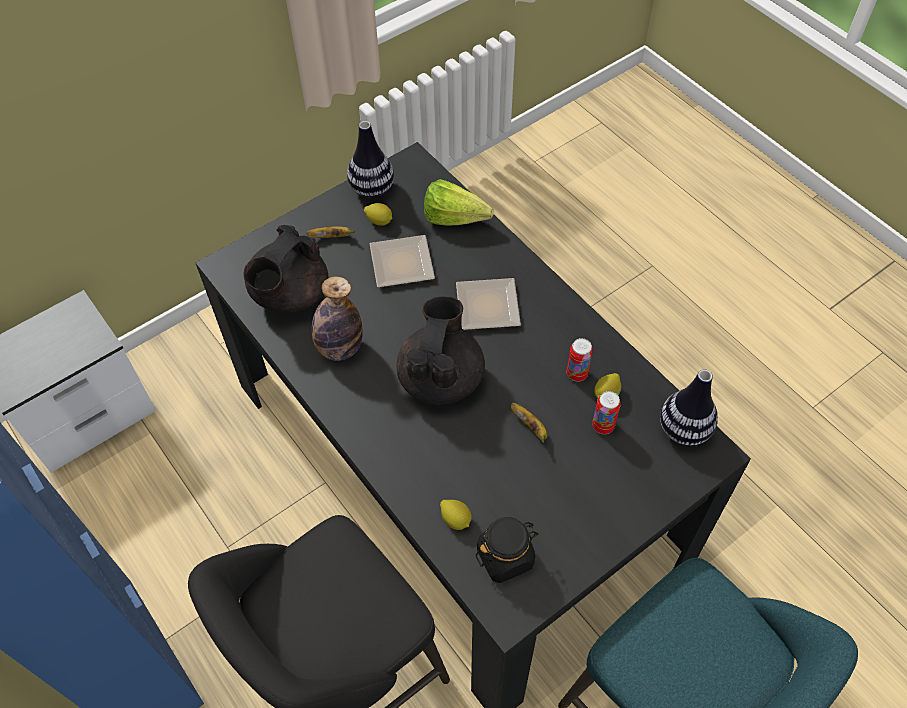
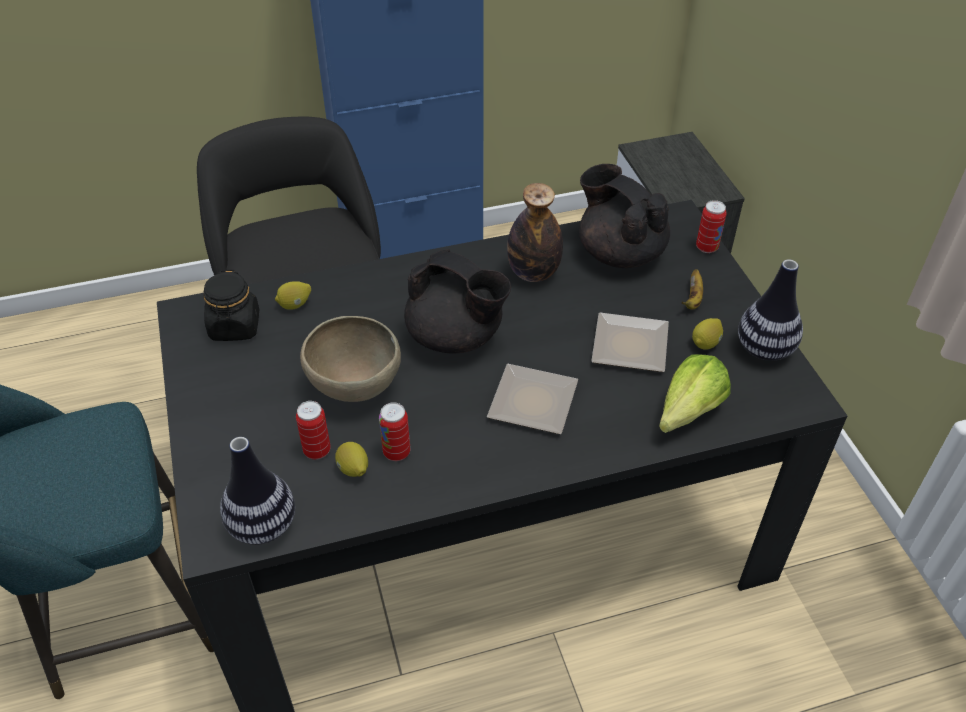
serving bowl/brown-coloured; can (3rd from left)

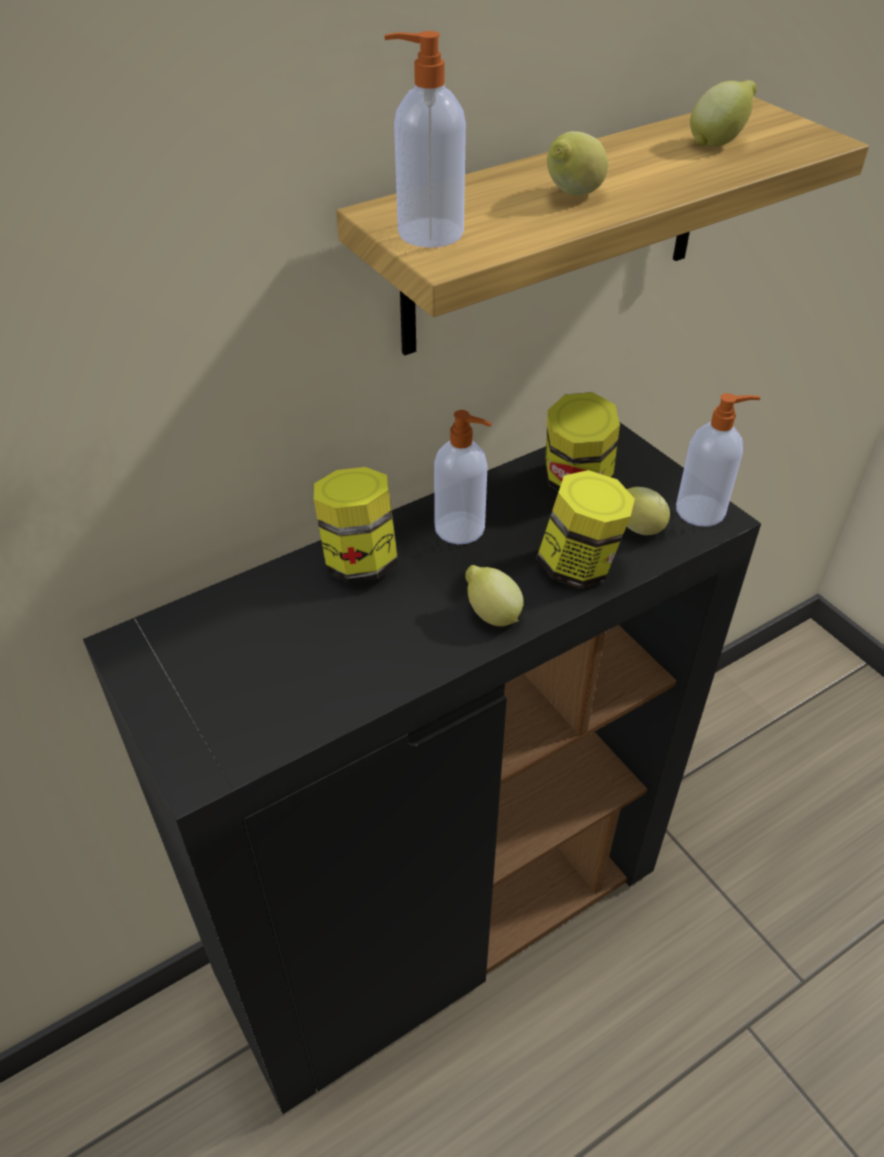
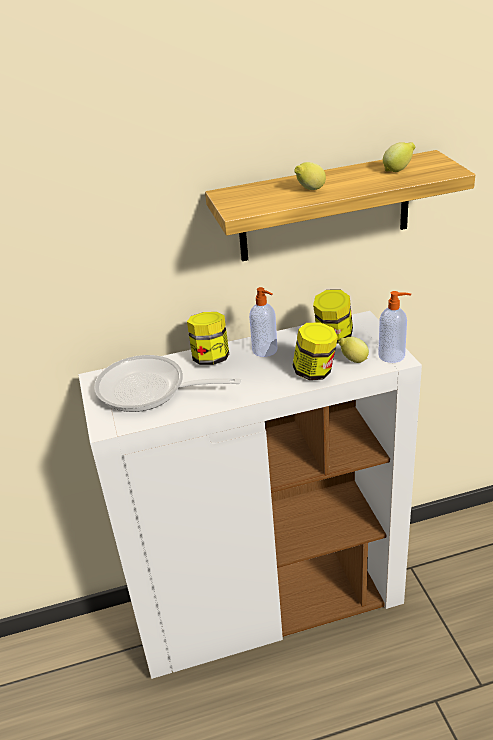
cupboard/whitish; frying pan; soap bottle (1st from left in the first image); lemon (1st from left in the first image)

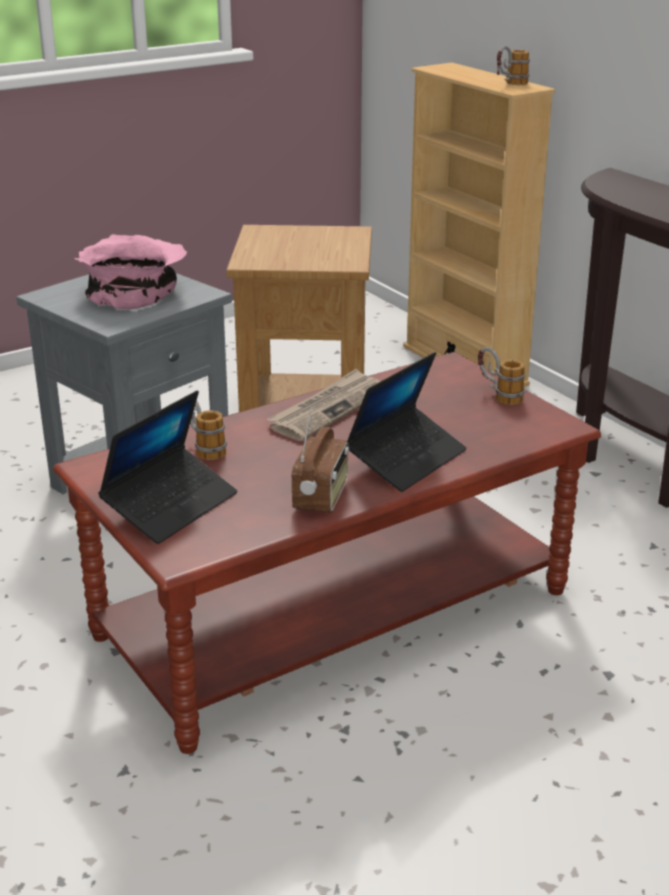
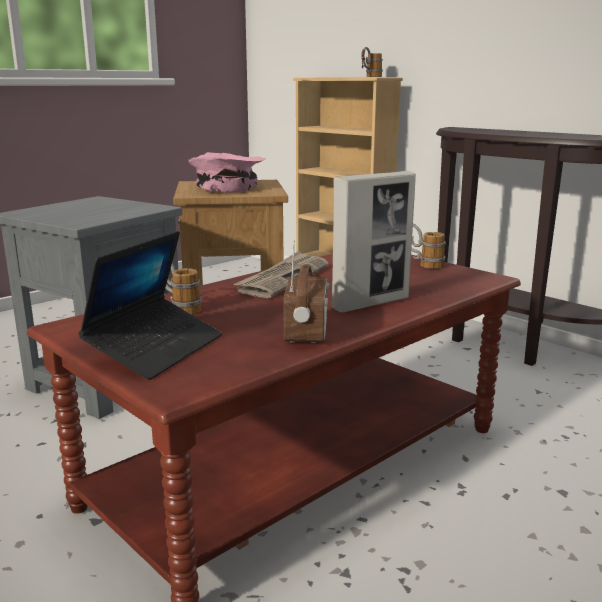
serving bowl/pink-coloured; standing frame

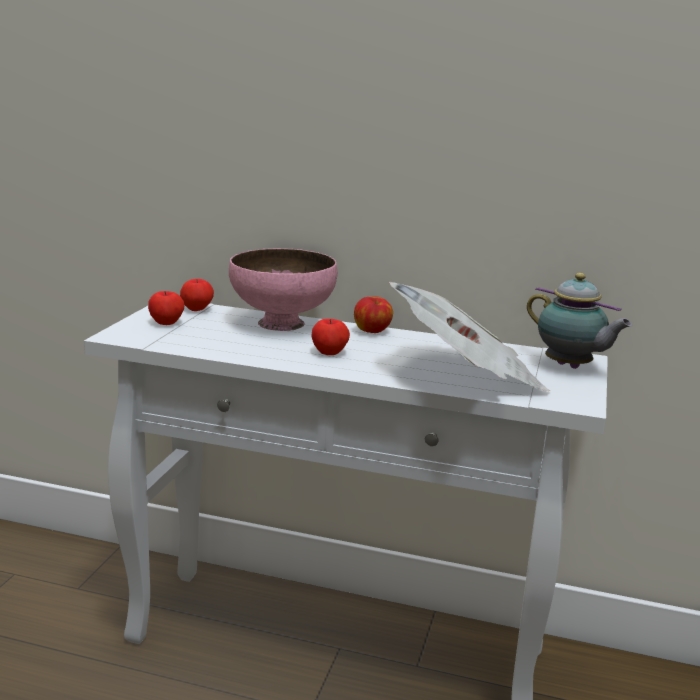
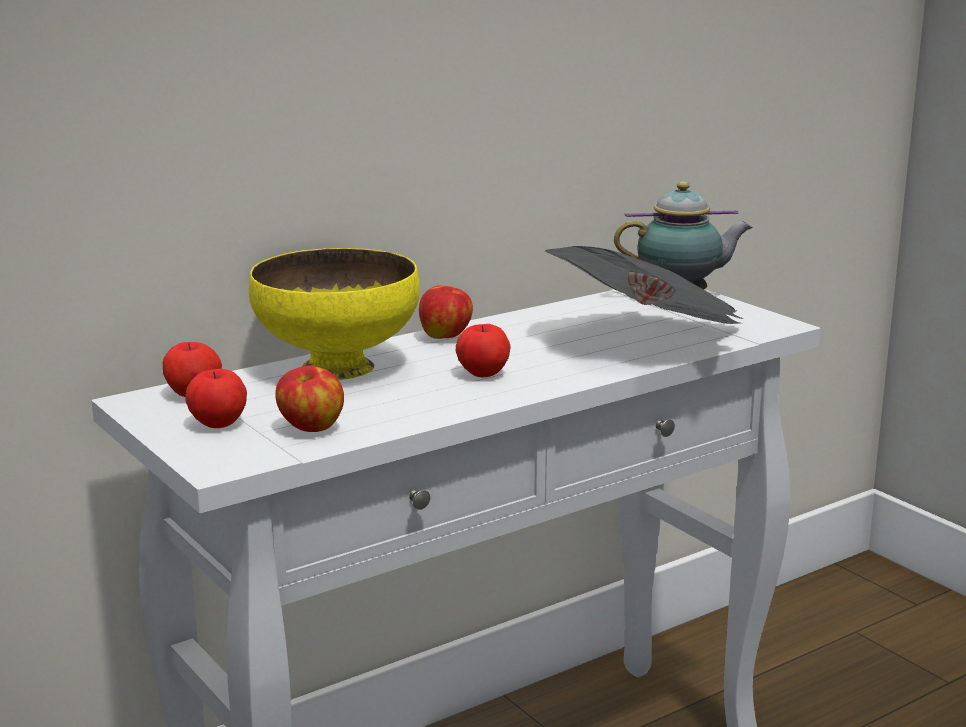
serving bowl/yellow; whole apple (3rd from left)

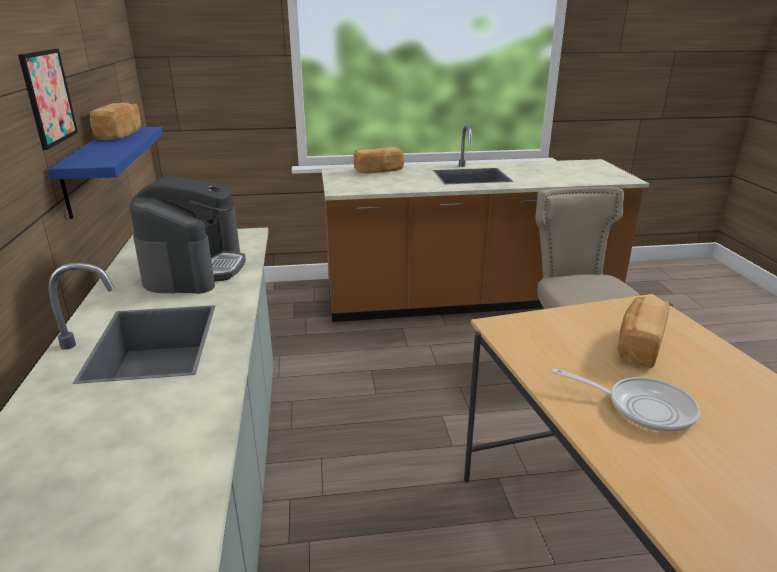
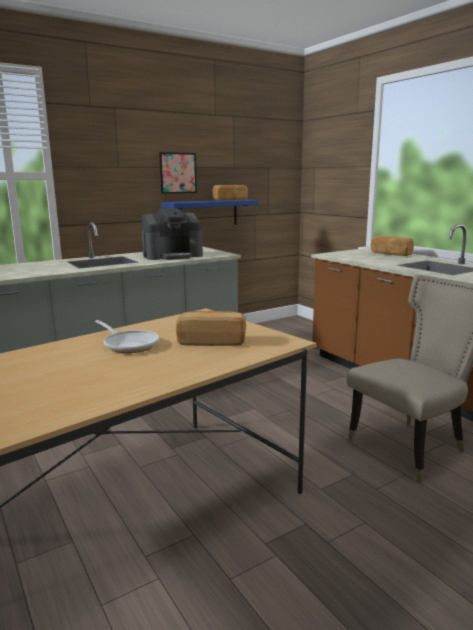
frying pan

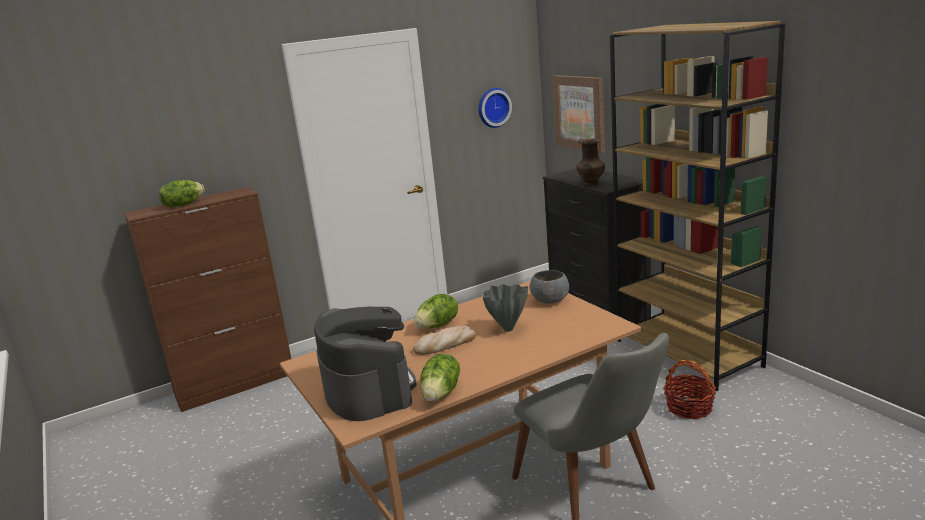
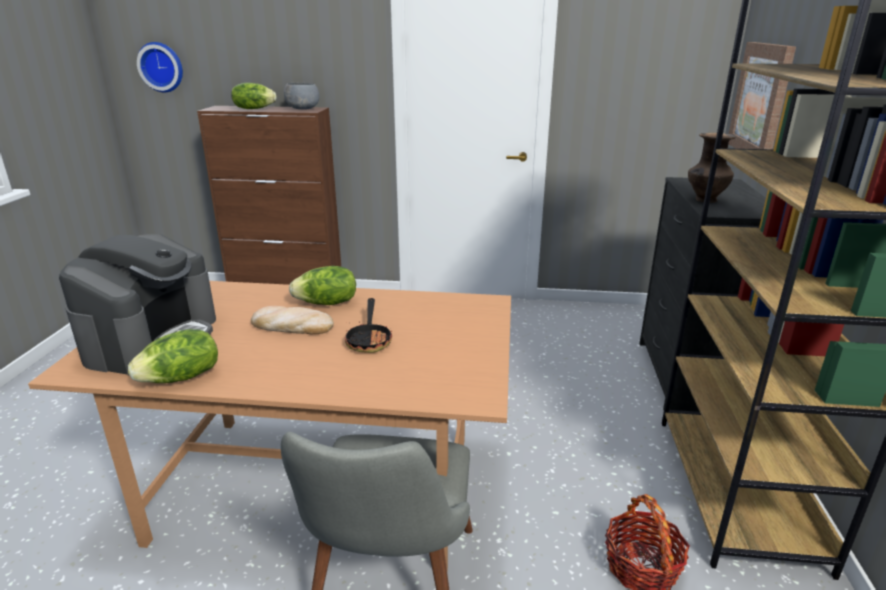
hanging clock; serving bowl/greyish; frying pan

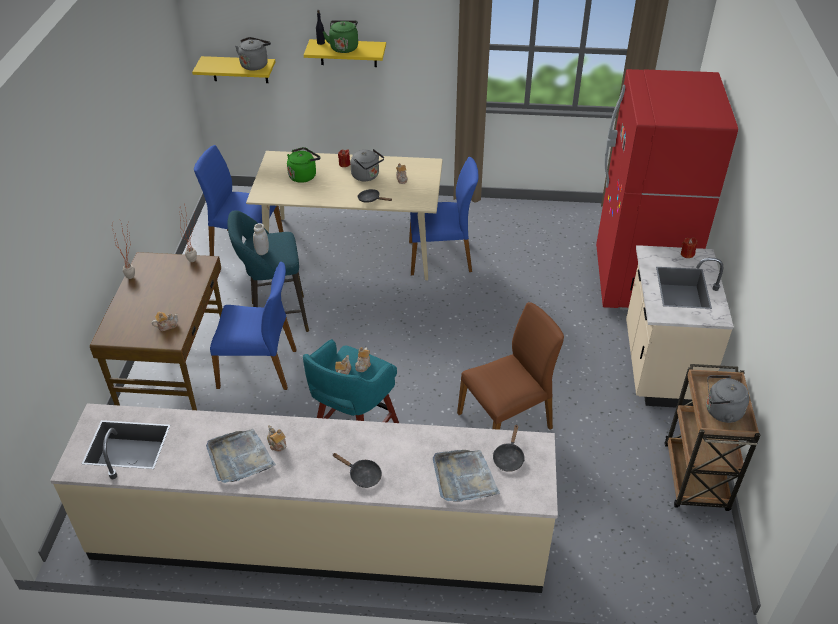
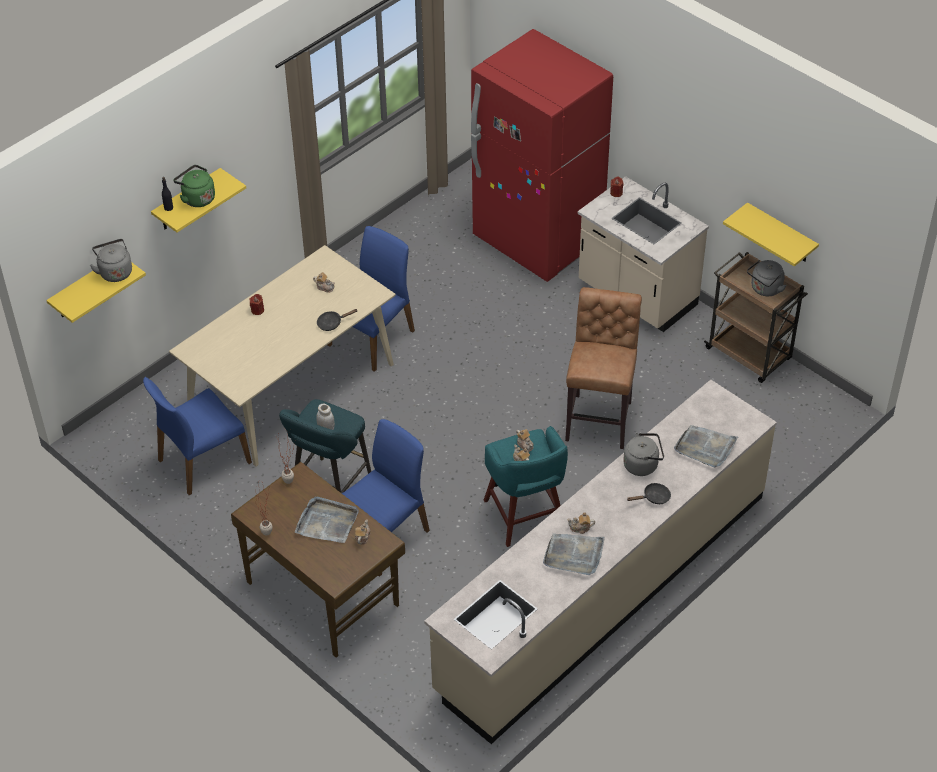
carrying tray/greyish (1st from left); stool/brown-coloured; kettle/greyish (2nd from left); bracket shelf/yellow (3rd from left); kettle/green (1st from left in the first image); frying pan/black (3rd from left in the first image)

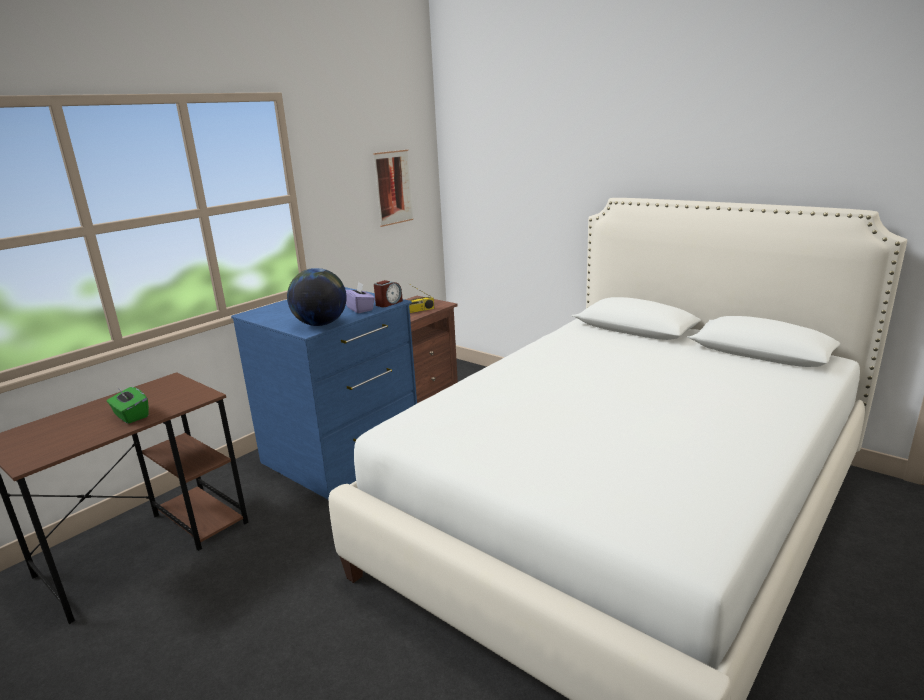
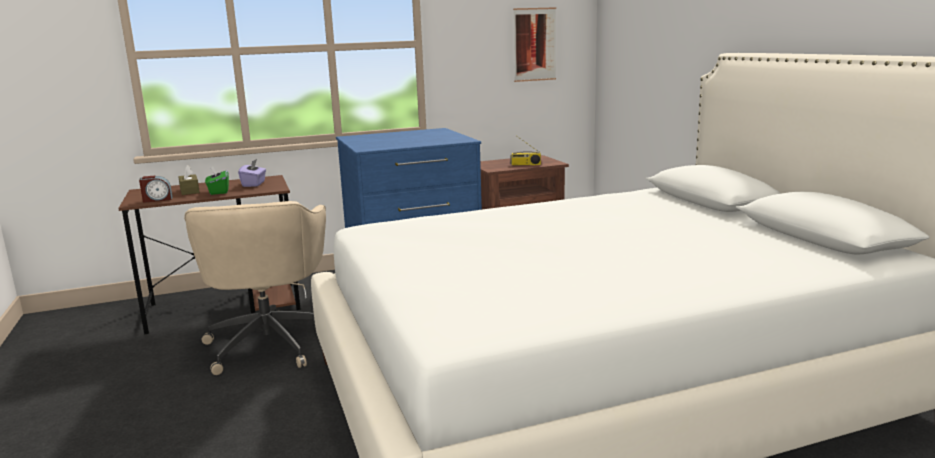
bedside clock; tissue box/brown-coloured; computer chair/sand-coloured; tissue box/purple-coloured; world globe

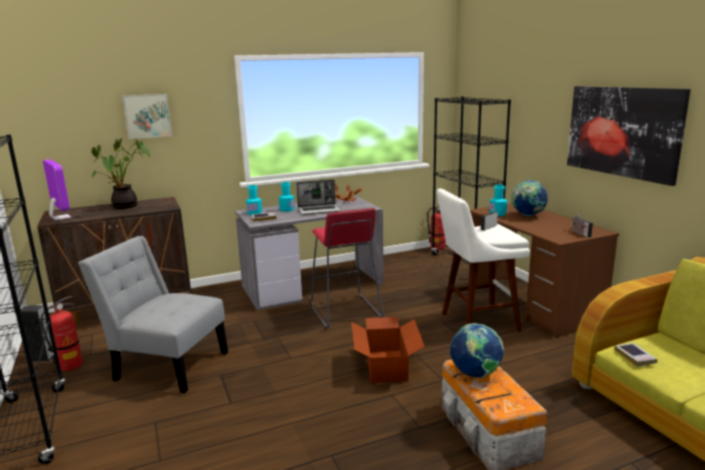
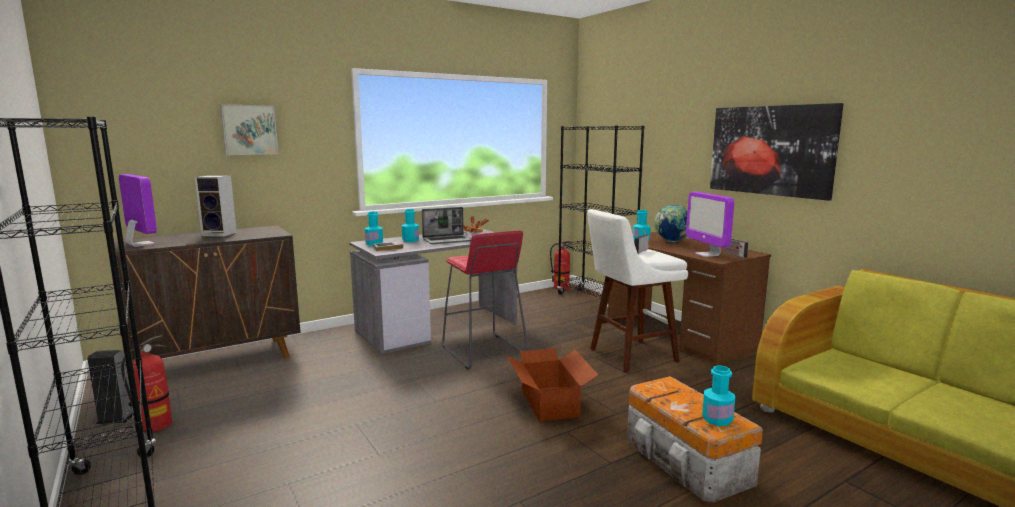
audio speaker (2nd from left); computer screen (2nd from left); beverage bottle/blue-green (4th from left); plain chair/greyish; world globe (1st from left in the first image); volume (2nd from left in the first image)

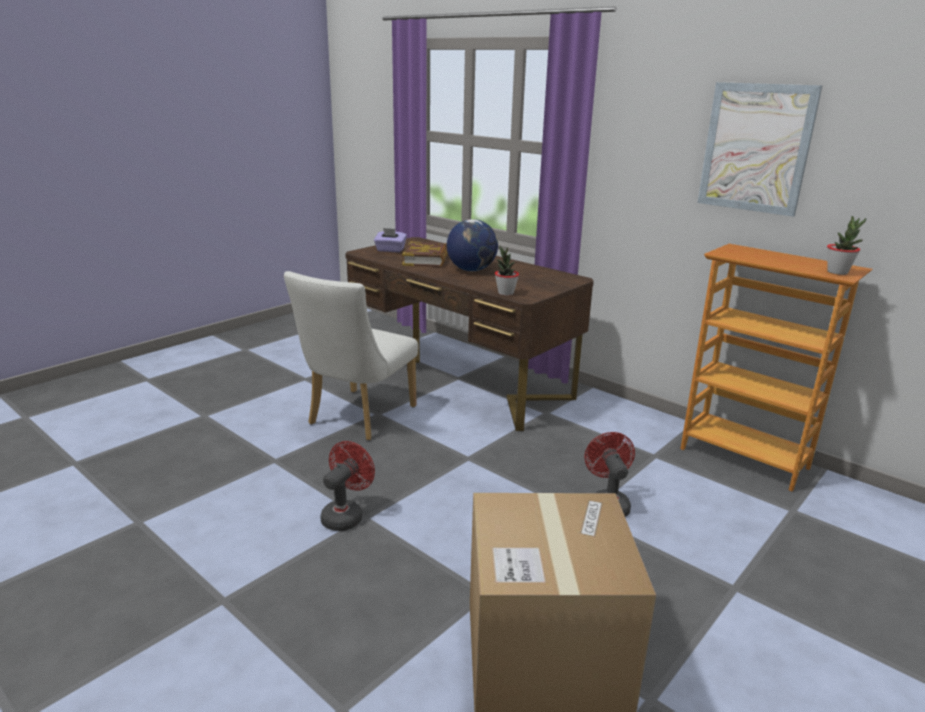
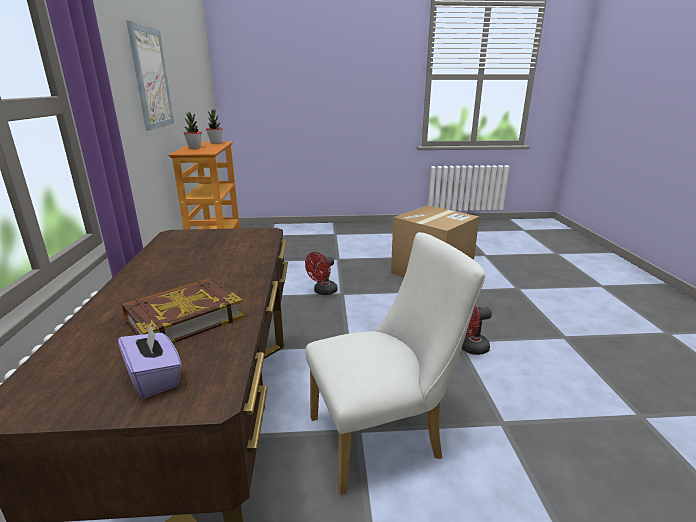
houseplant (1st from left); world globe

